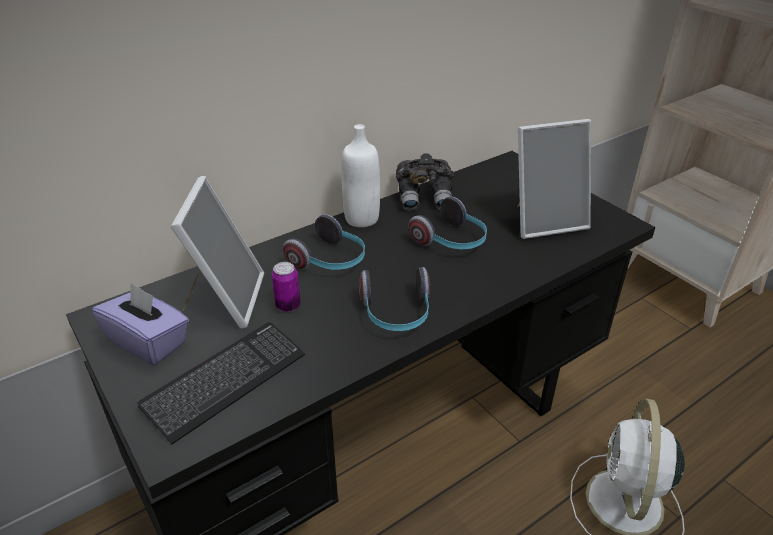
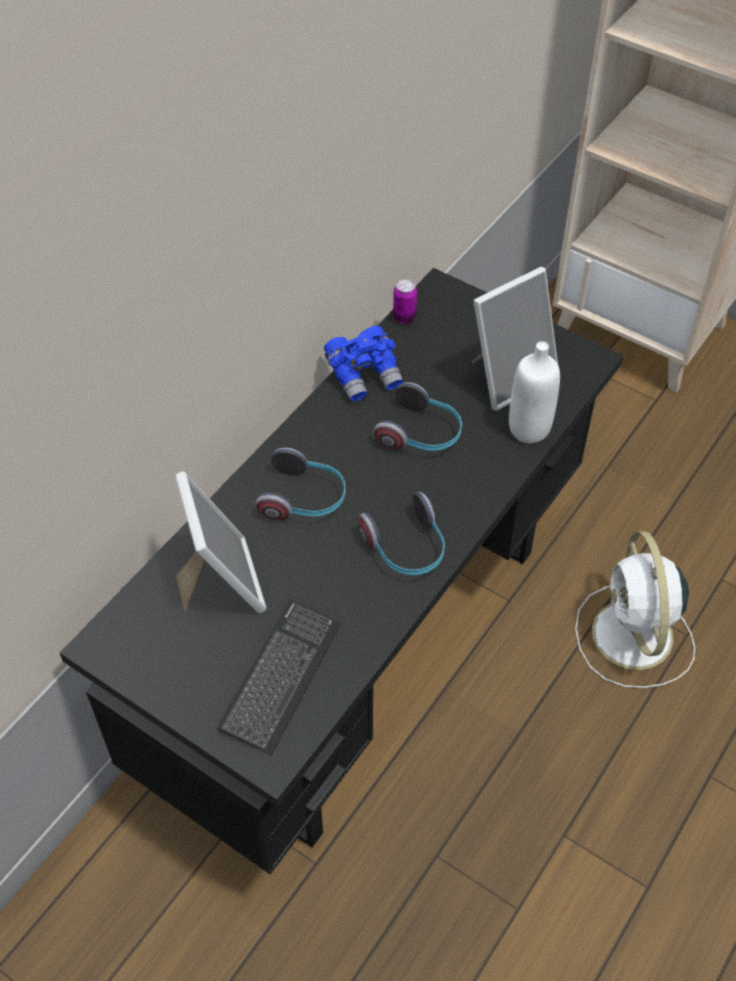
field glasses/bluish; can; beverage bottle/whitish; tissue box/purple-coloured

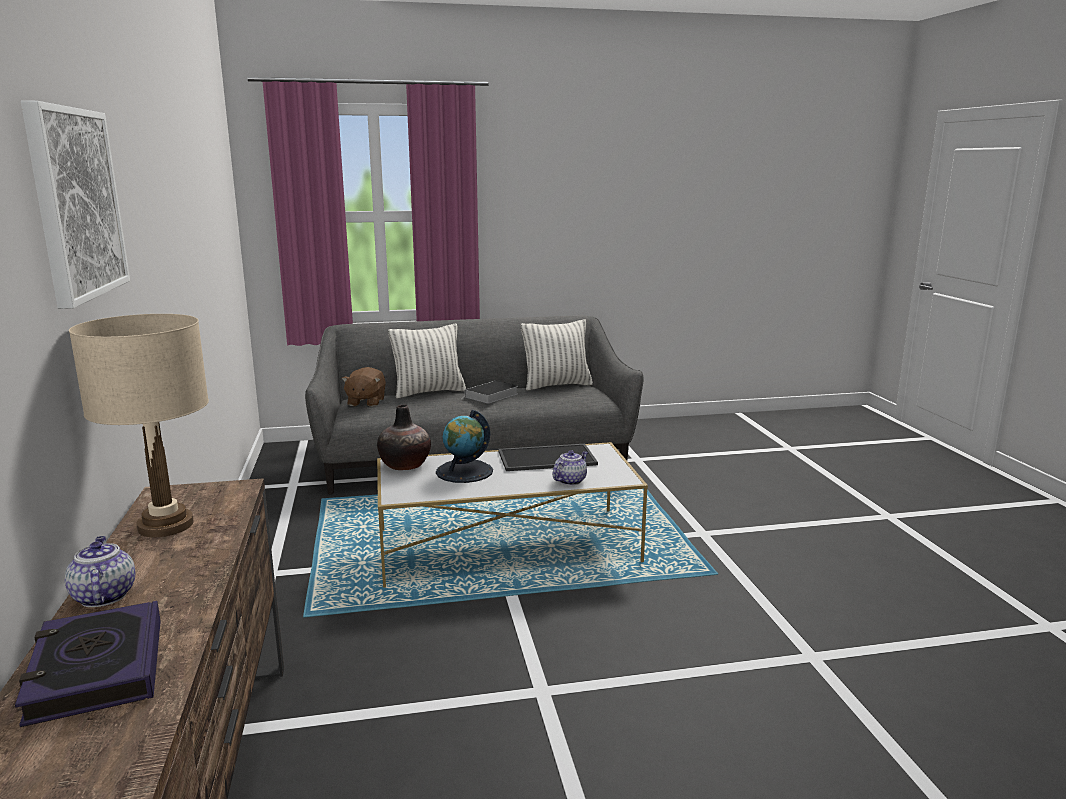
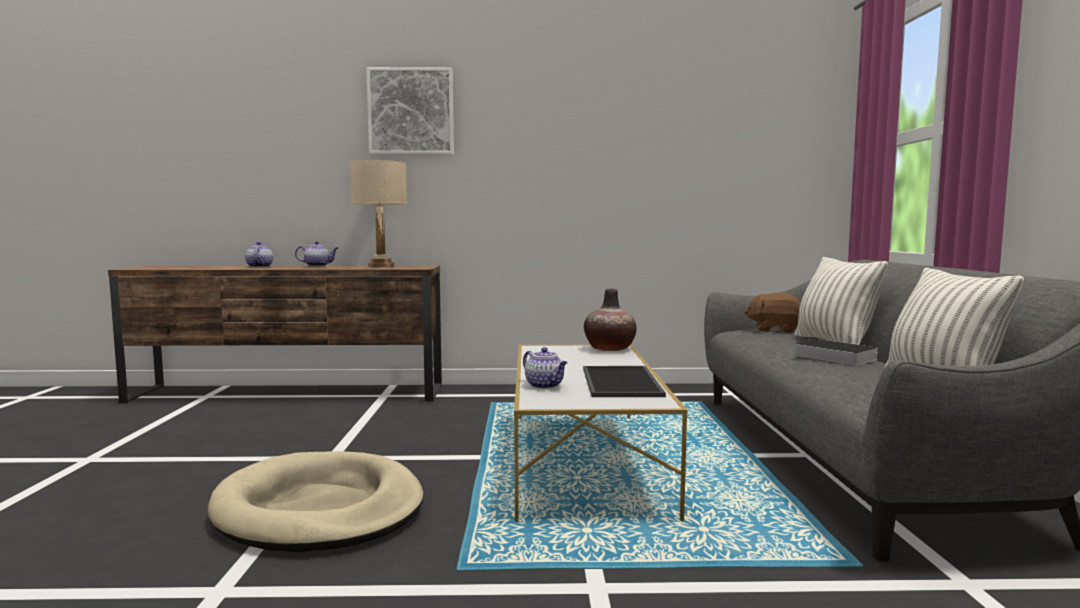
pet bed/sand-coloured; pot for tea (1st from left); world globe

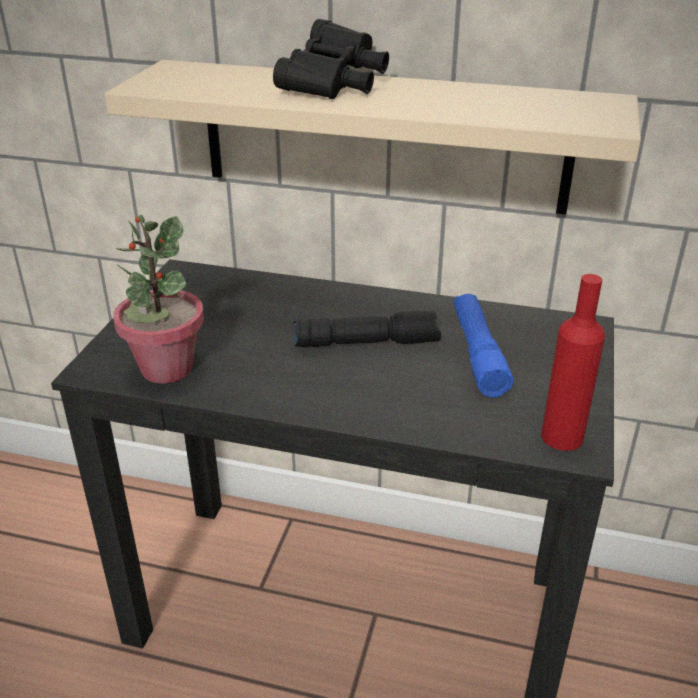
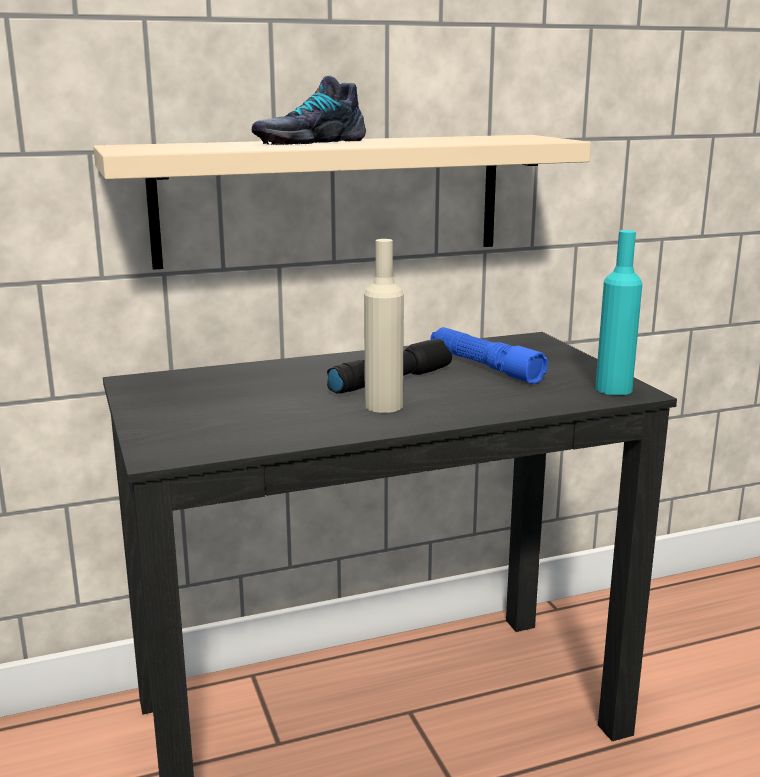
low shoe; beverage bottle/sand-coloured; beverage bottle/blue-green; houseplant

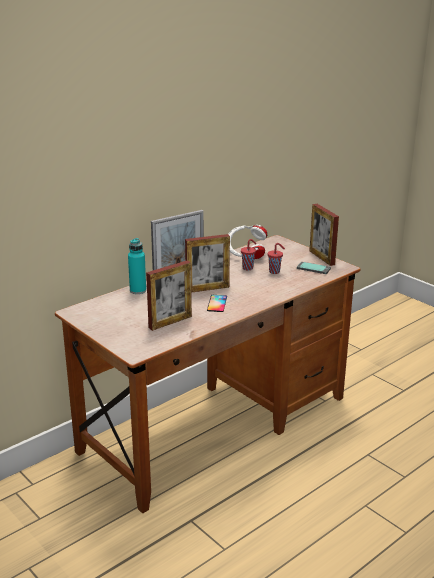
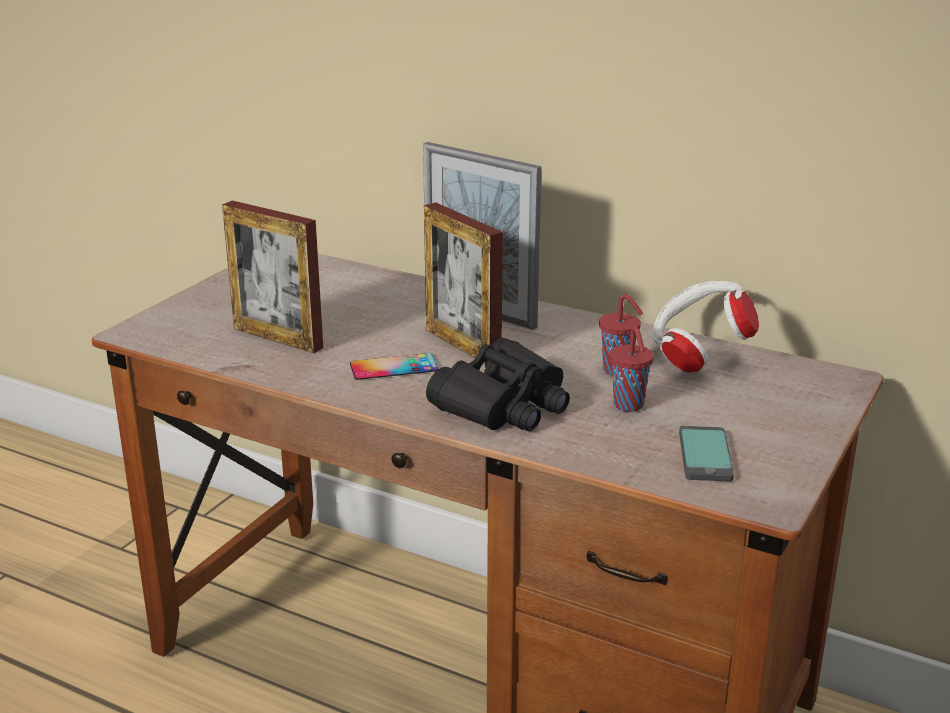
field glasses/black; beverage bottle/blue-green; standing frame (4th from left in the first image)

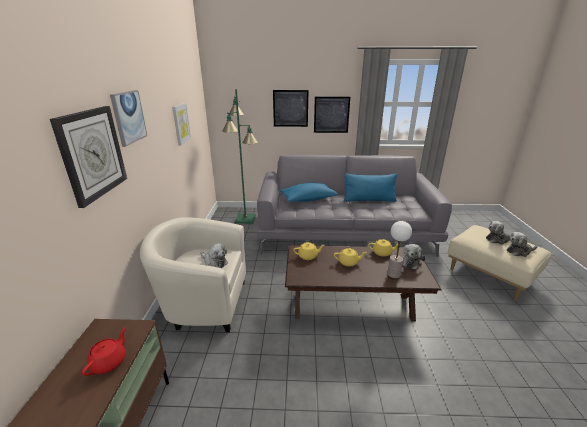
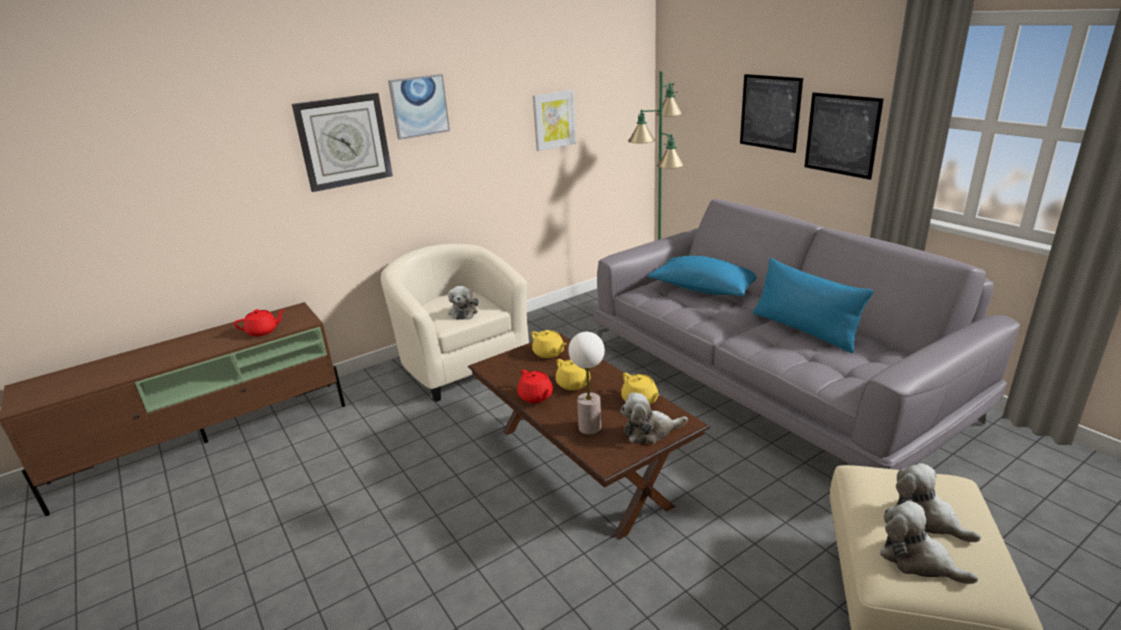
pot for tea/red (2nd from left)

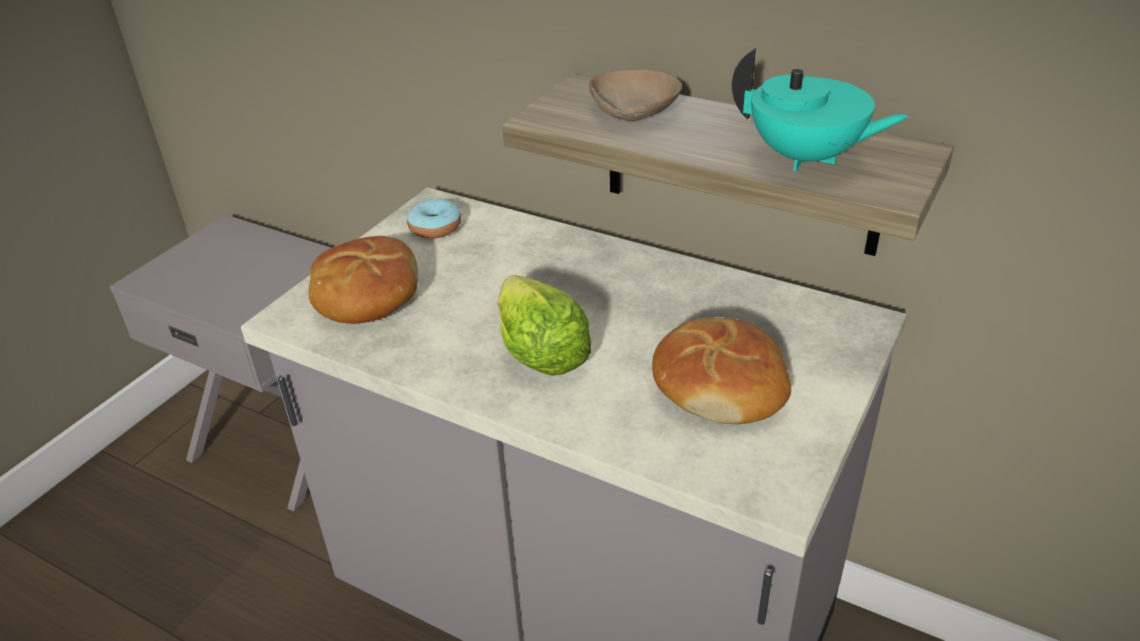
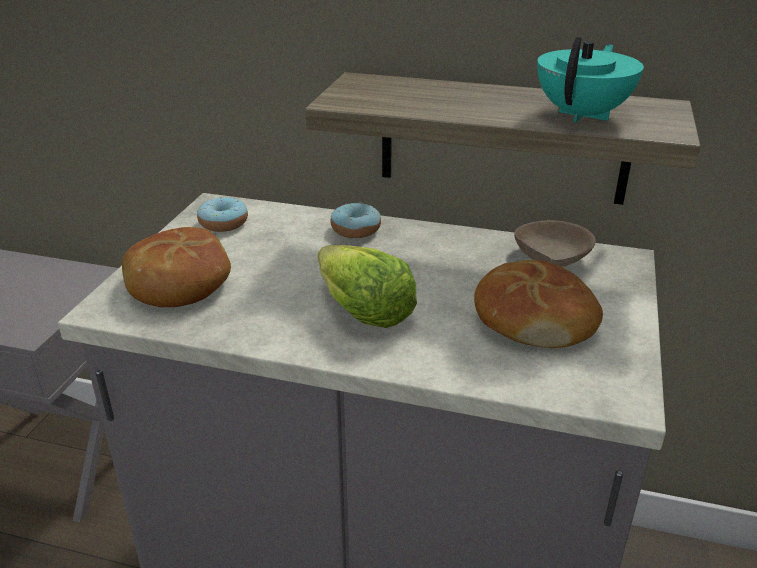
doughnut (2nd from left); serving bowl/sand-coloured; pot for tea/blue-green

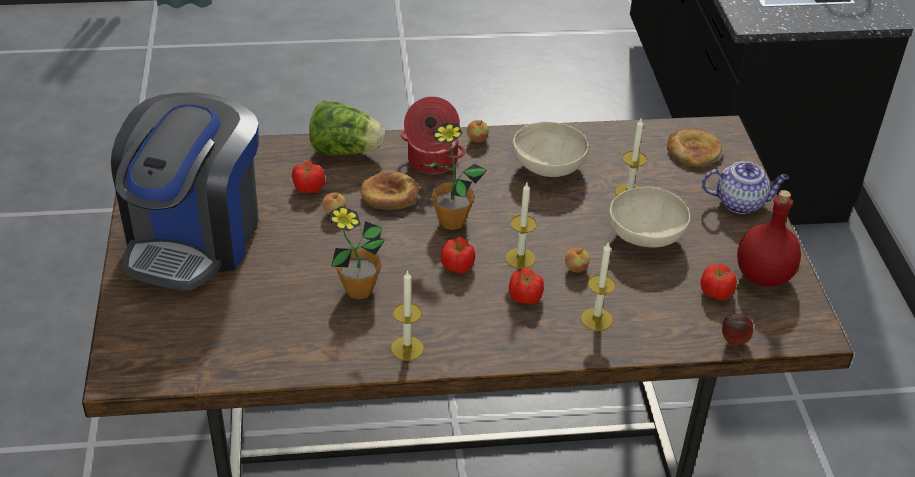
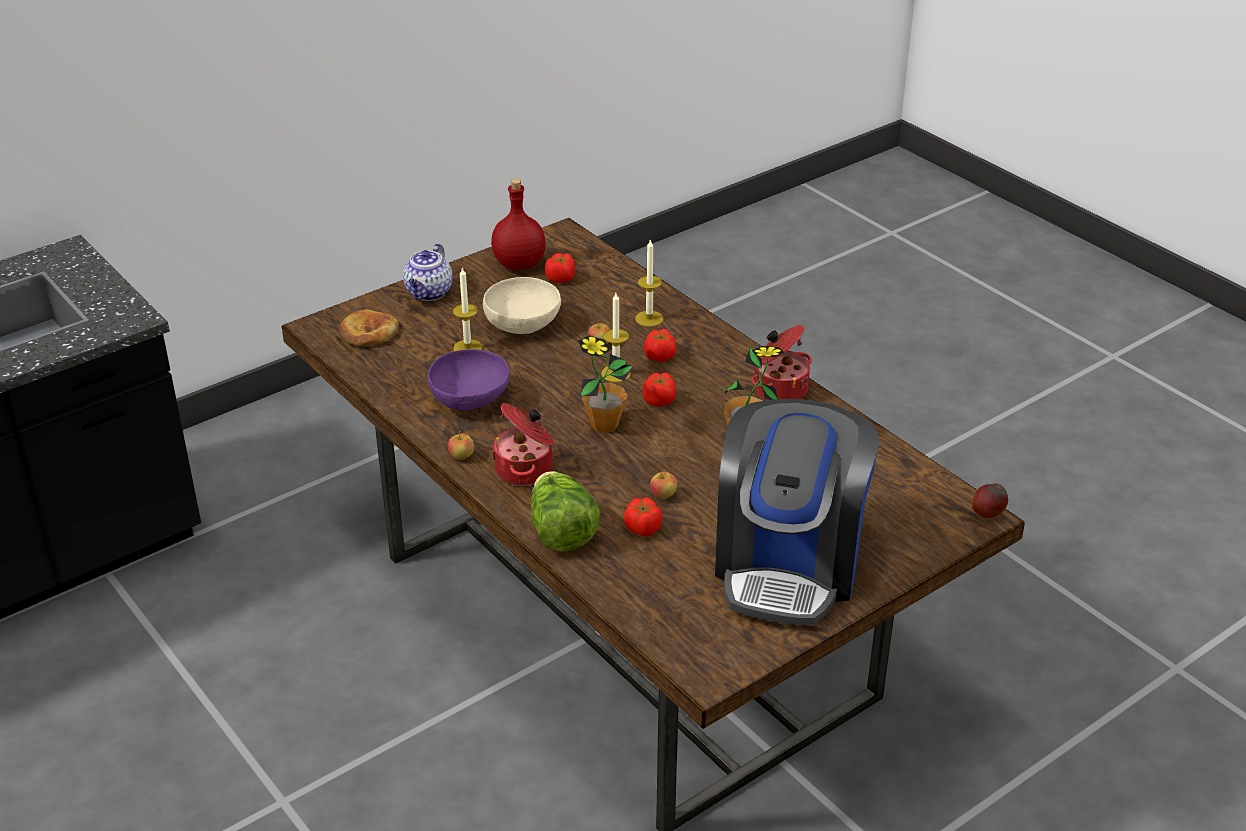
pot for tea; serving bowl/purple-coloured; coffee brewer; cooking pot (2nd from left); whole apple (4th from left); bakery bread (1st from left in the first image)

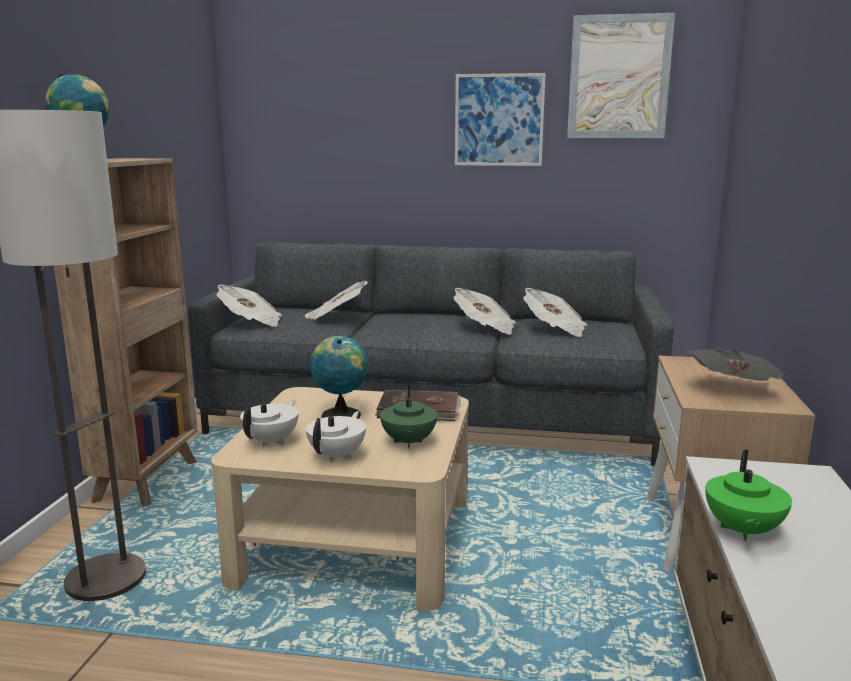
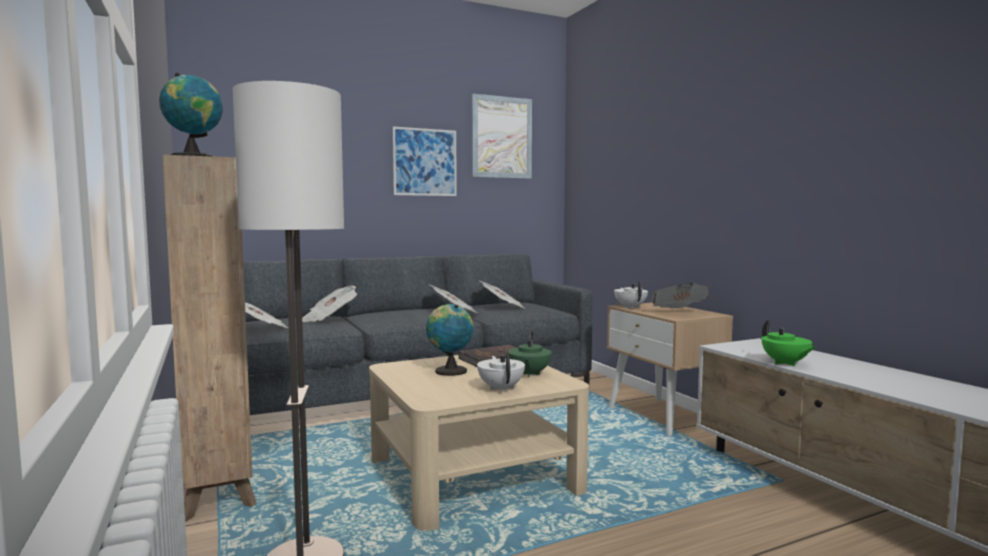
pot for tea/green (1st from left); pot for tea/whitish (2nd from left)

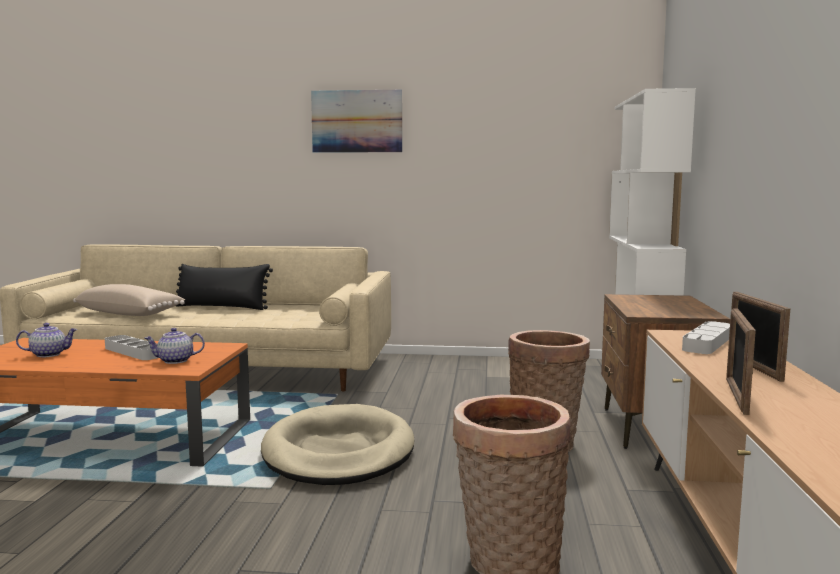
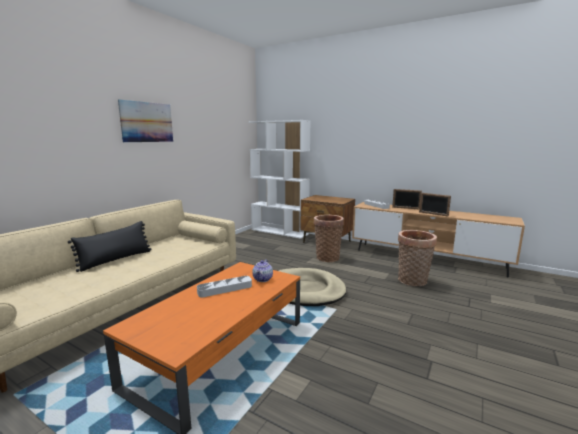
pot for tea (1st from left in the first image); pillow/sand-coloured

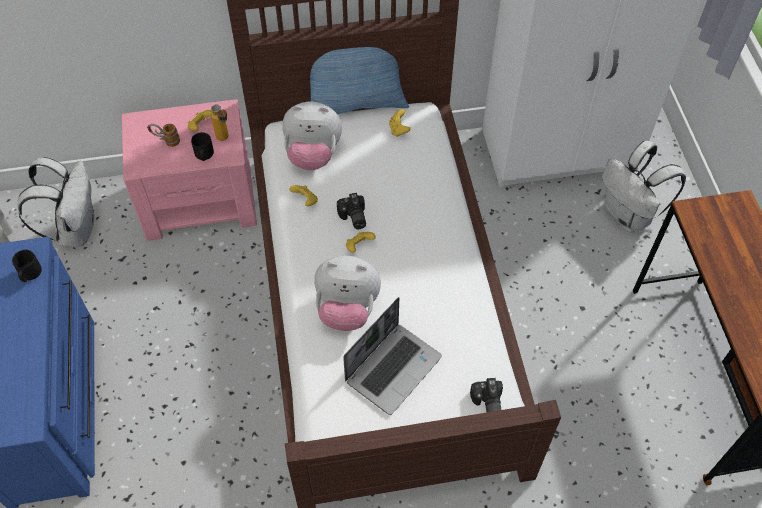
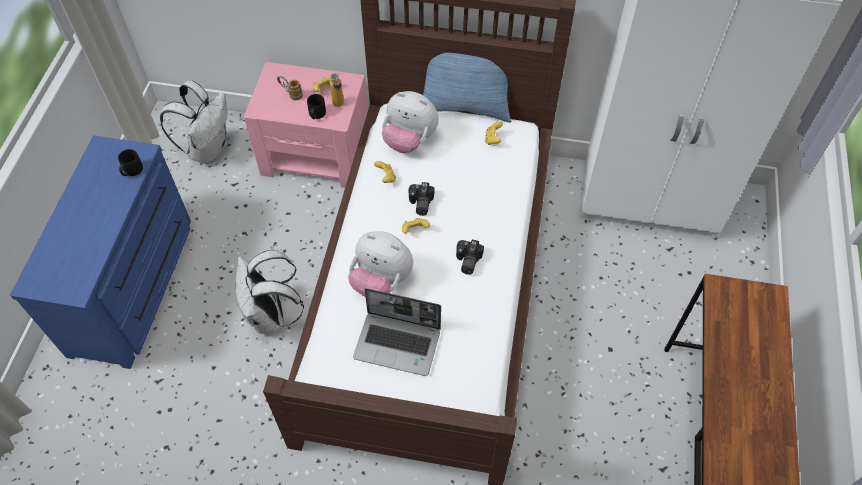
rucksack/whitish (2nd from left); portable computer; photo camera (2nd from left)

